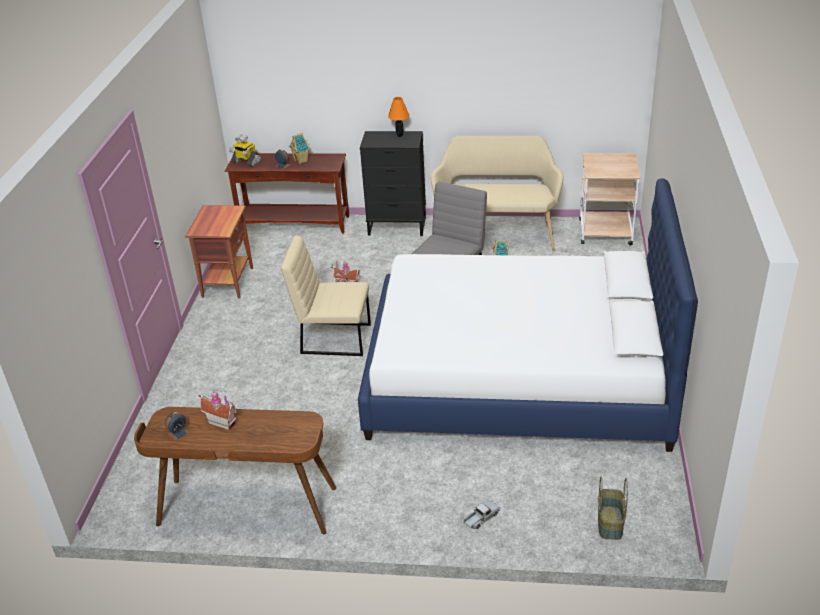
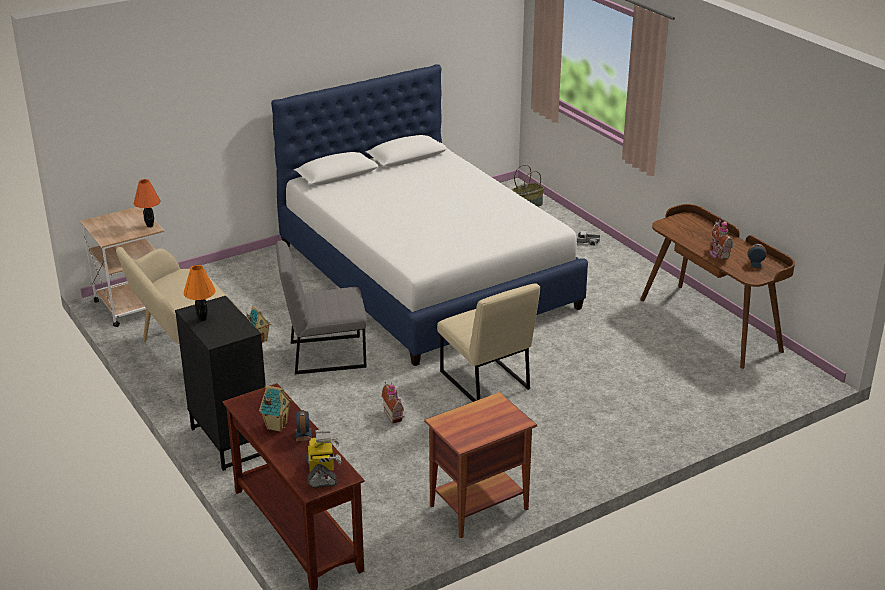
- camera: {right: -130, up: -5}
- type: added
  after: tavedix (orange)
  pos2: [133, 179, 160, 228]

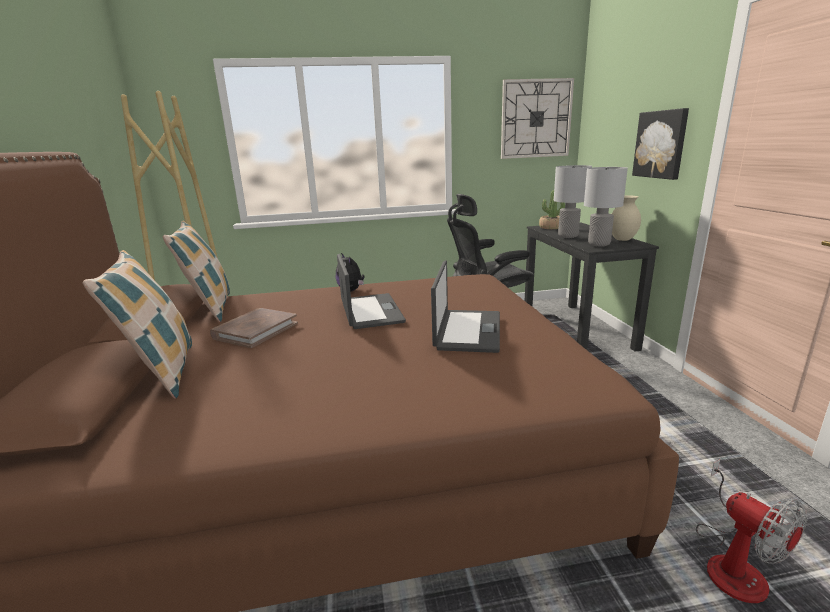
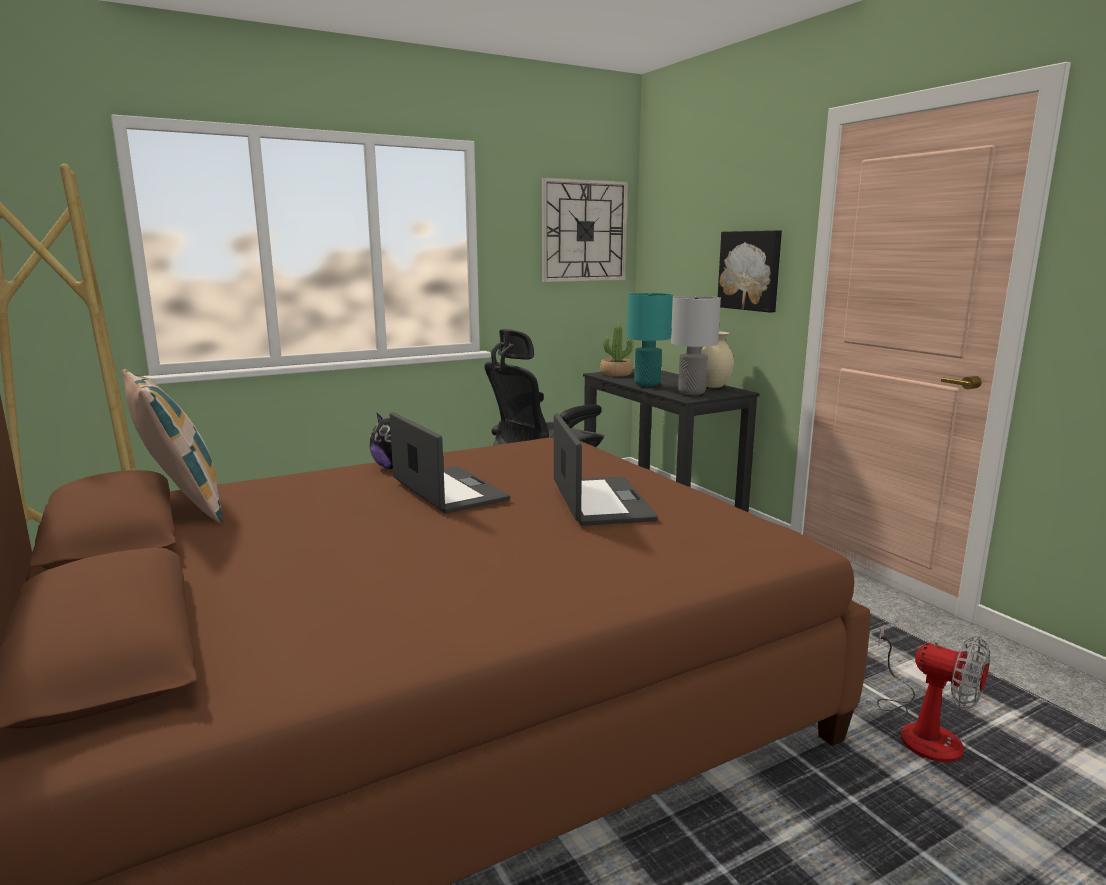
- camera: {right: -20, up: -5}
- type: recoloured
  before: tavedix (grey)
  after: tavedix (turquoise)
  pos1: [554, 165, 592, 238]
  pos2: [627, 293, 673, 387]
- type: removed
  before: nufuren
  pos1: [82, 250, 193, 399]
- type: removed
  before: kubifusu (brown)
  pos1: [210, 308, 298, 348]

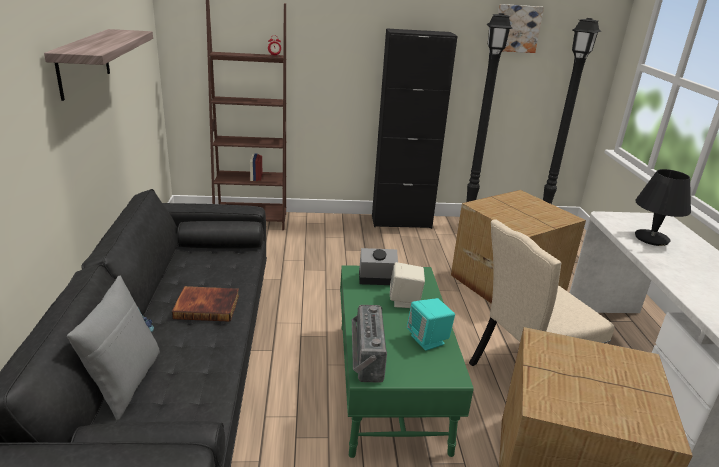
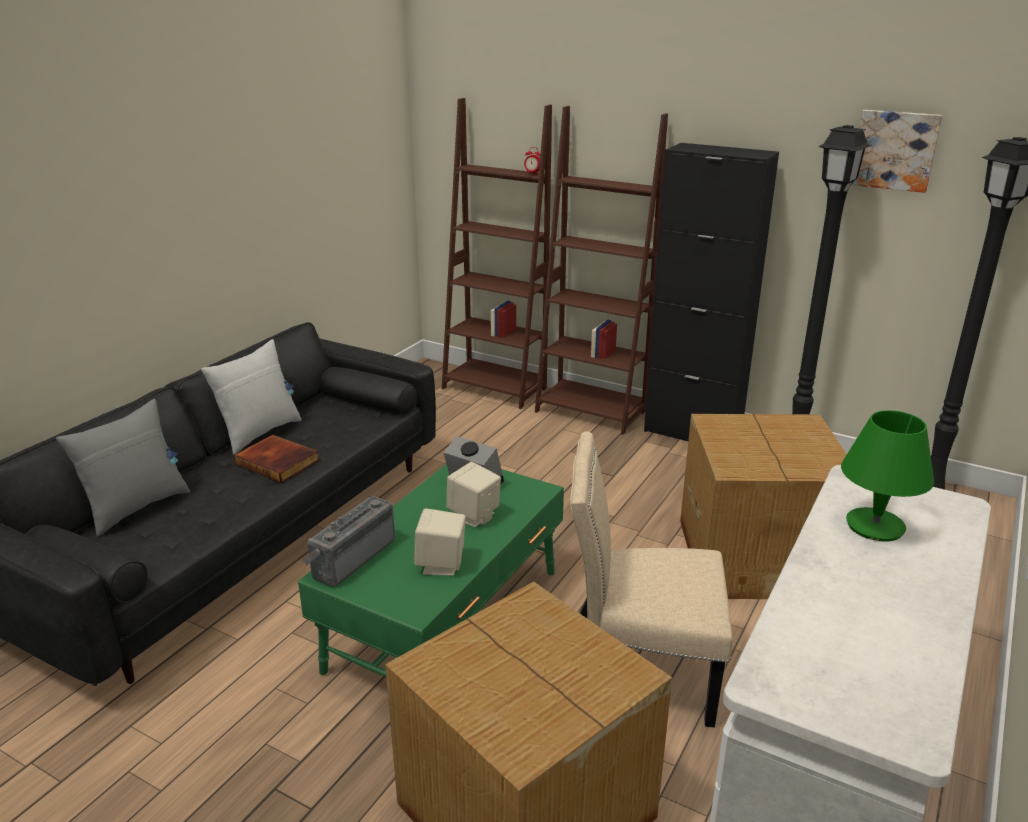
- camera: {right: 35, up: 0}
- type: added
  after: nufuren (grey)
  pos2: [201, 339, 302, 455]
- type: recoloured
  before: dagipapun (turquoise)
  after: dagipapun (beige)
  pos1: [407, 298, 455, 351]
  pos2: [414, 508, 466, 576]
- type: added
  after: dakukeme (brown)
  pos2: [535, 106, 668, 435]
- type: recoloured
  before: tavedix (black)
  after: tavedix (green)
  pos1: [635, 169, 691, 246]
  pos2: [841, 410, 934, 542]
- type: removed
  before: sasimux
  pos1: [44, 29, 153, 101]

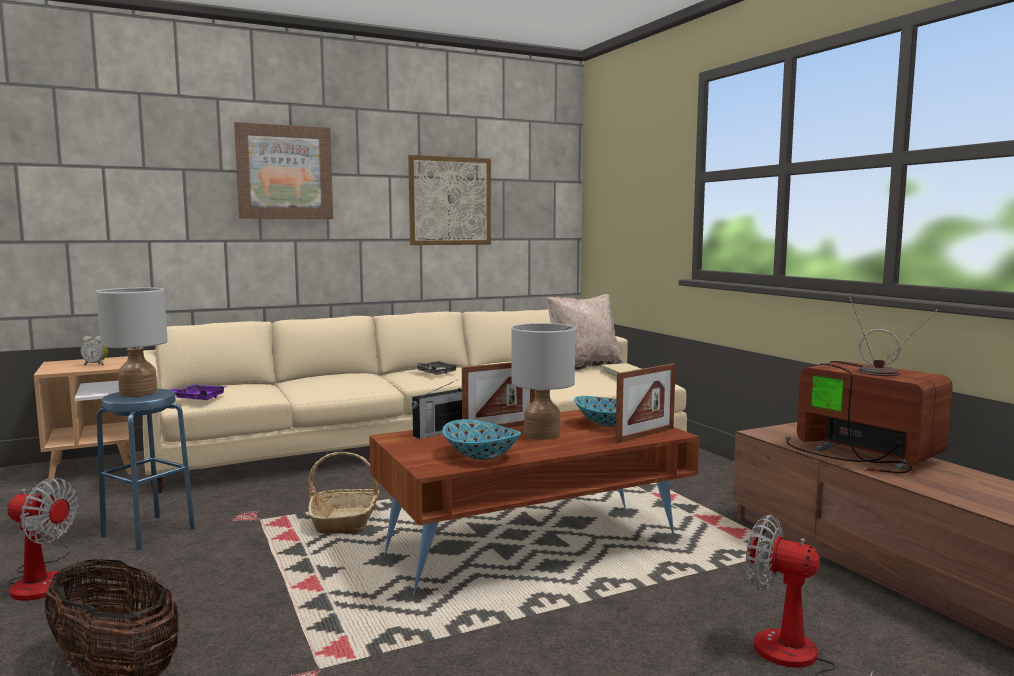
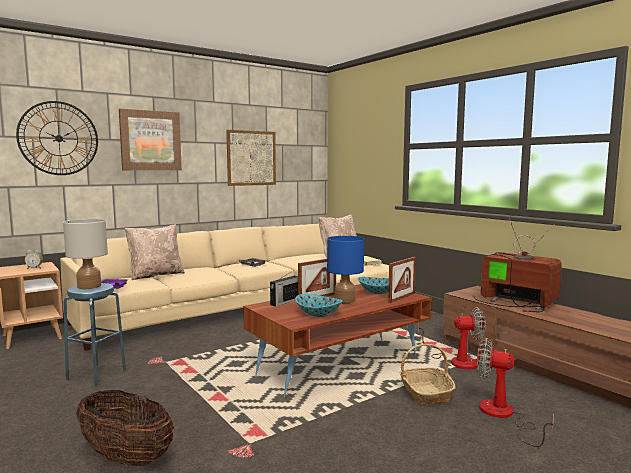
- camera: {right: -10, up: 0}
- type: added
  after: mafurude
  pos2: [16, 101, 98, 175]
- type: added
  after: nufuren (beige)
  pos2: [125, 225, 184, 280]
- type: recoloured
  before: tavedix (grey)
  after: tavedix (blue)
  pos1: [511, 323, 575, 440]
  pos2: [327, 236, 364, 304]
- type: moved
  before: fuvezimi
  pos1: [308, 452, 380, 533]
  pos2: [400, 344, 455, 405]
- type: moved
  before: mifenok
  pos1: [7, 478, 79, 601]
  pos2: [418, 307, 486, 370]

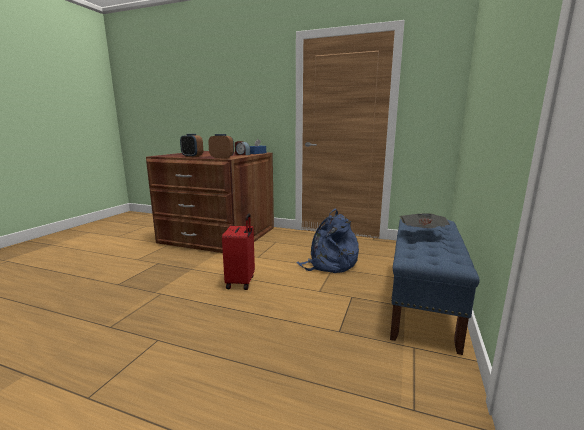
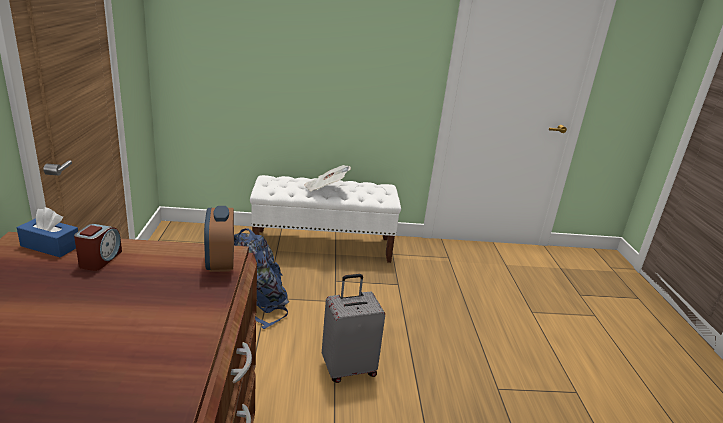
- camera: {right: -115, up: 10}
- type: recoloured
  before: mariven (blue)
  after: mariven (white)
  pos1: [390, 218, 480, 355]
  pos2: [250, 175, 401, 263]
- type: recoloured
  before: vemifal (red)
  after: vemifal (grey)
  pos1: [222, 214, 255, 290]
  pos2: [322, 274, 385, 383]
- type: removed
  before: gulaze
  pos1: [180, 134, 203, 157]

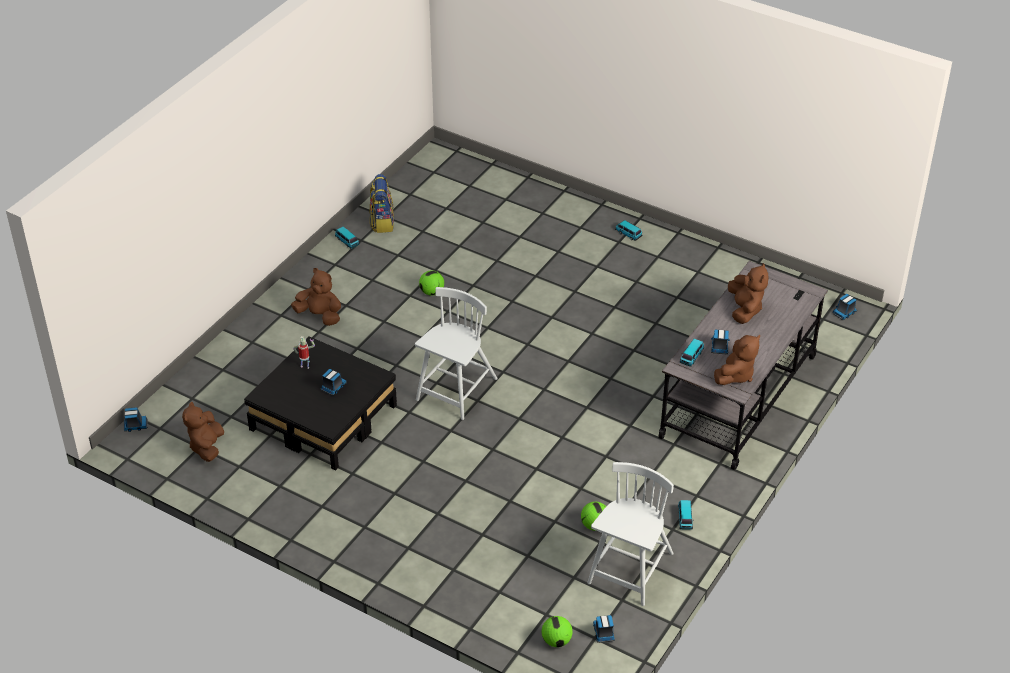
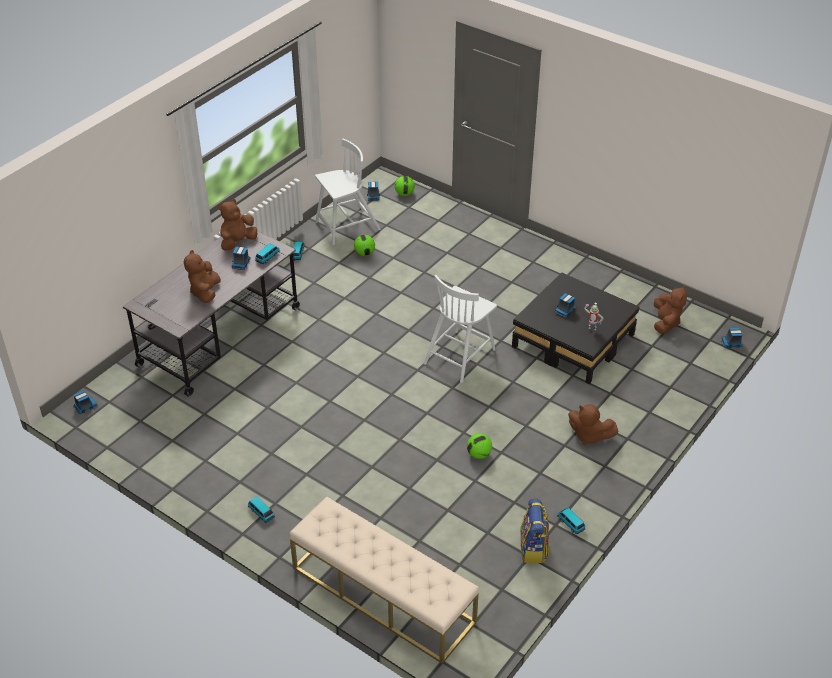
- camera: {right: -175, up: 0}
- type: added
  after: mariven (beige)
  pos2: [290, 496, 479, 664]
- type: turned
  before: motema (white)
  pos1: [587, 462, 674, 606]
  pos2: [315, 139, 381, 245]
  turn: -150

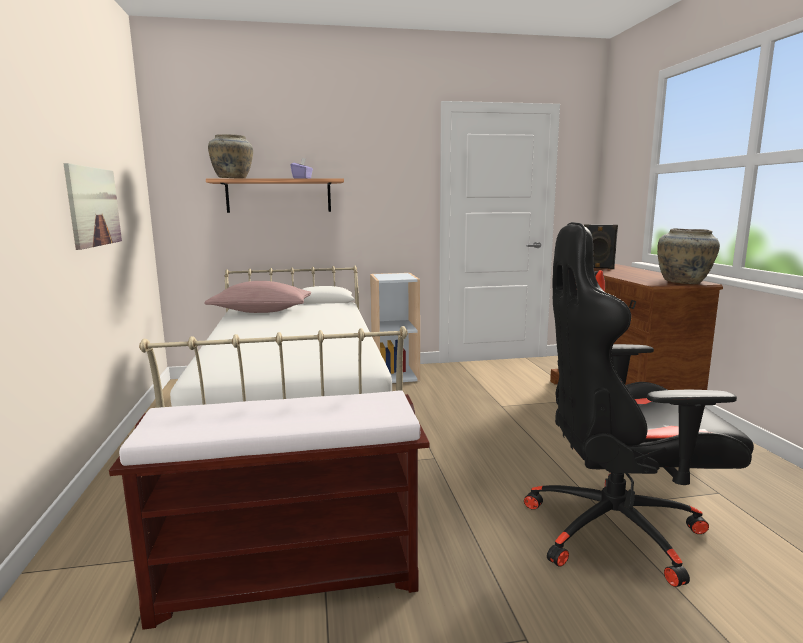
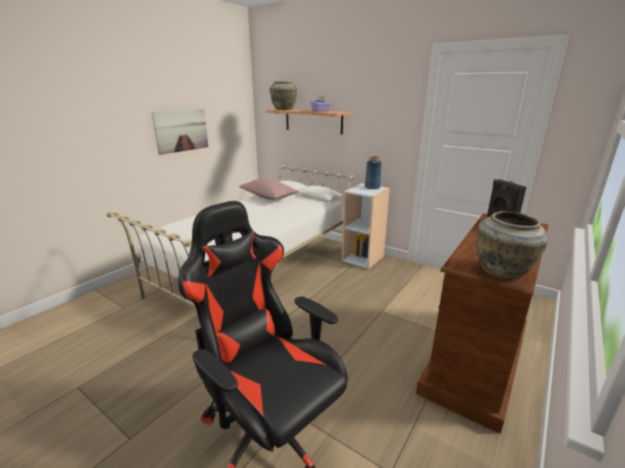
- camera: {right: 45, up: 10}
- type: added
  after: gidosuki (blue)
  pos2: [365, 156, 381, 189]
- type: removed
  before: mariven (brown)
  pos1: [109, 390, 430, 630]

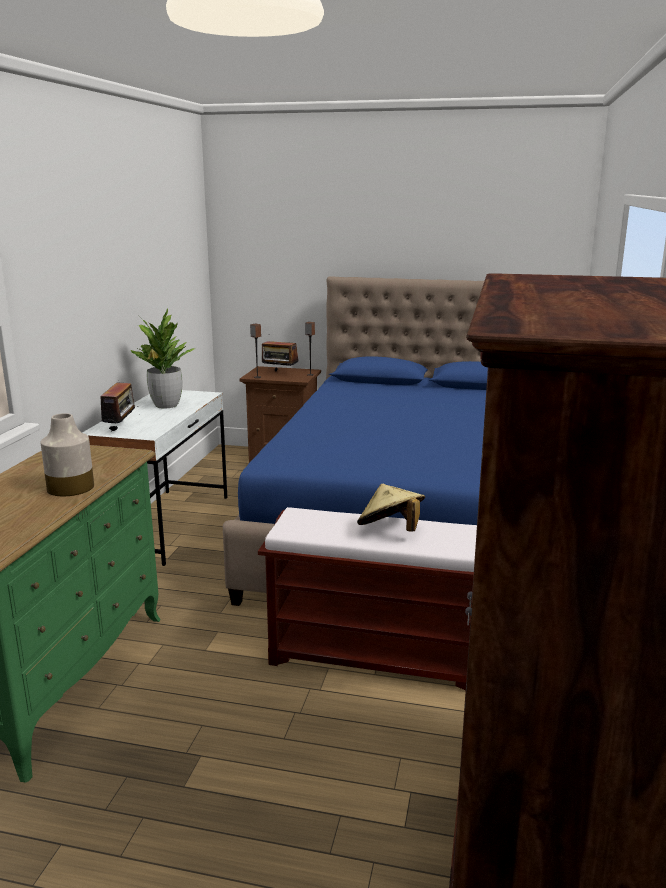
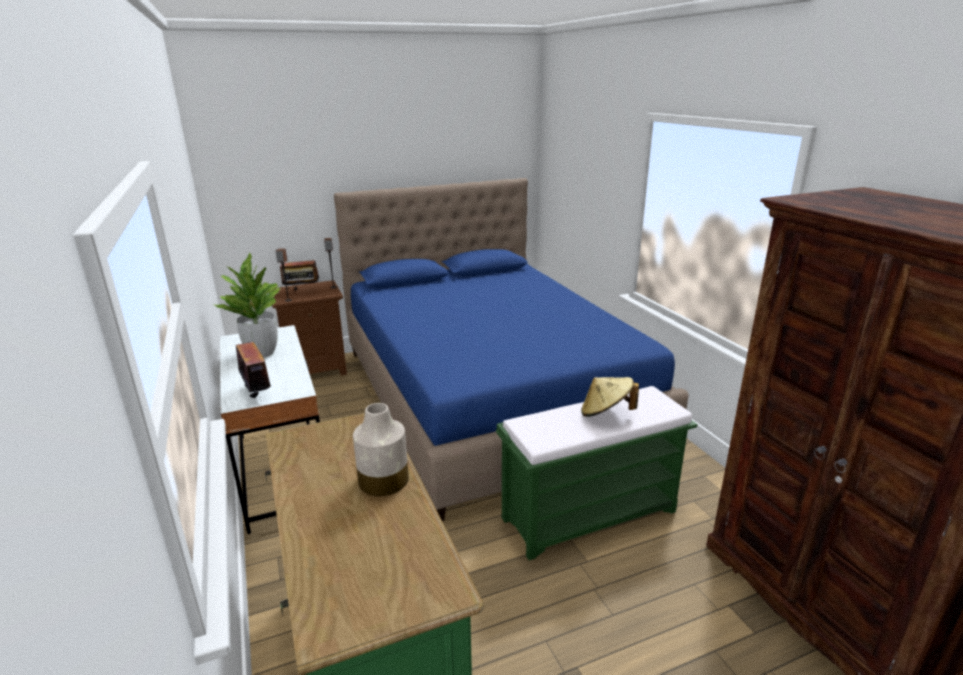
- camera: {right: -35, up: 5}
- type: recoloured
  before: mariven (brown)
  after: mariven (green)
  pos1: [258, 507, 477, 691]
  pos2: [496, 386, 697, 560]

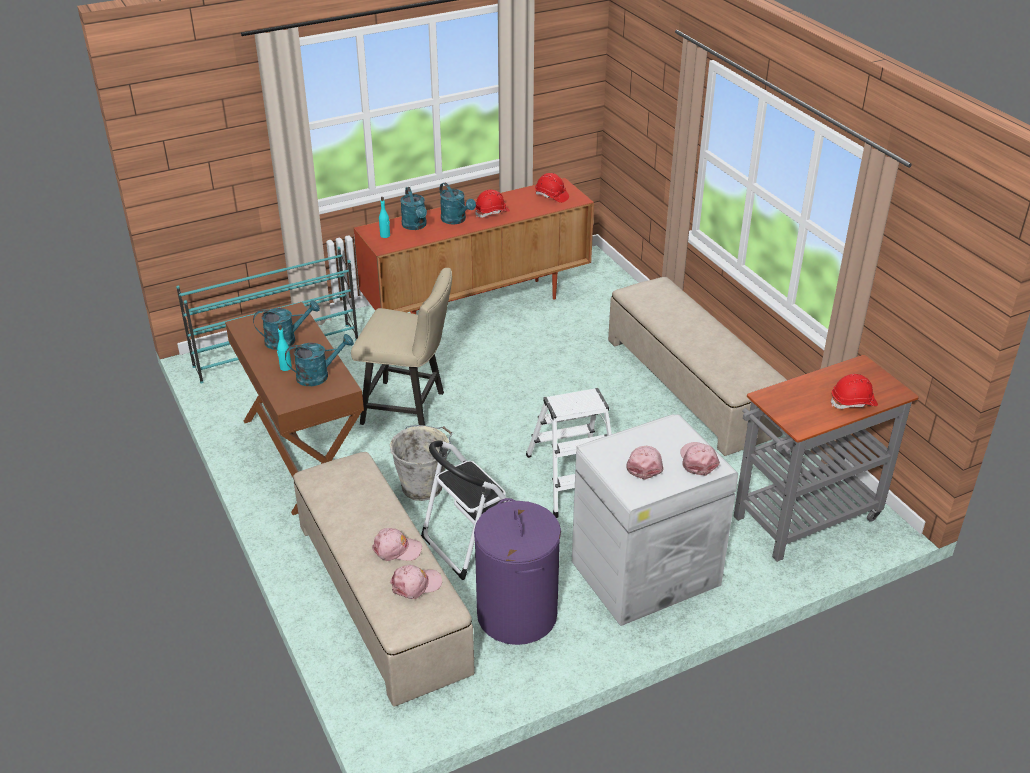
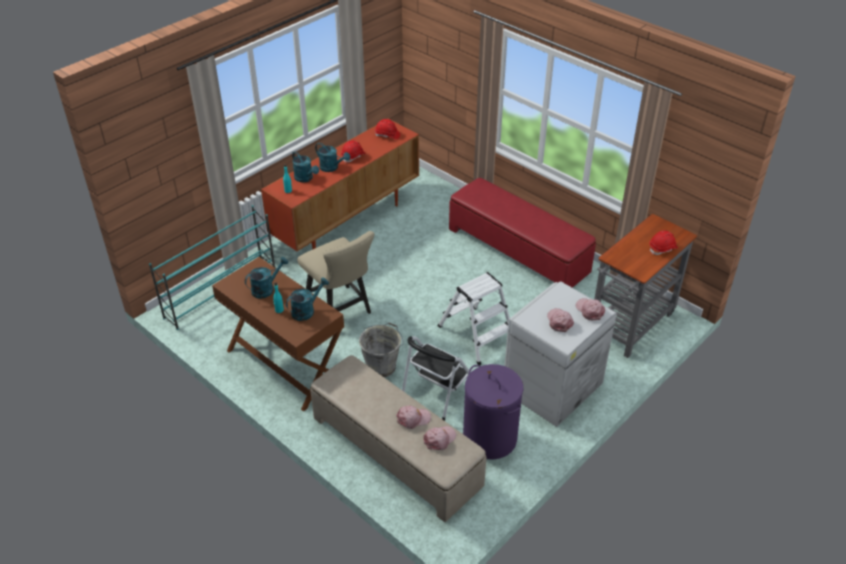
- camera: {right: -20, up: 5}
- type: turned
  before: motema (beige)
  pos1: [351, 268, 452, 425]
  pos2: [297, 231, 374, 314]
  turn: 60
- type: recoloured
  before: mariven (beige)
  after: mariven (red)
  pos1: [608, 277, 787, 456]
  pos2: [449, 178, 596, 288]

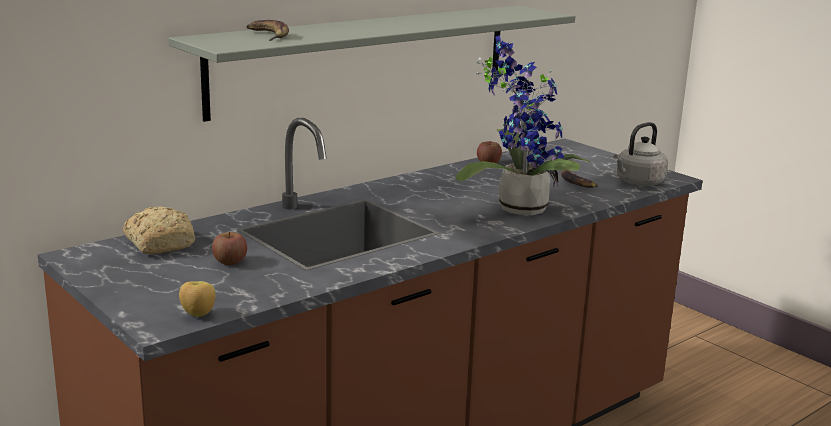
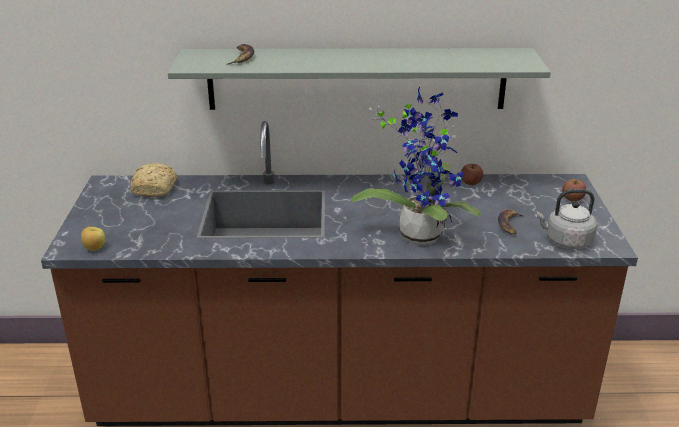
- camera: {right: 40, up: 10}
- type: moved
  before: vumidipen
  pos1: [212, 232, 247, 265]
  pos2: [562, 179, 586, 202]

